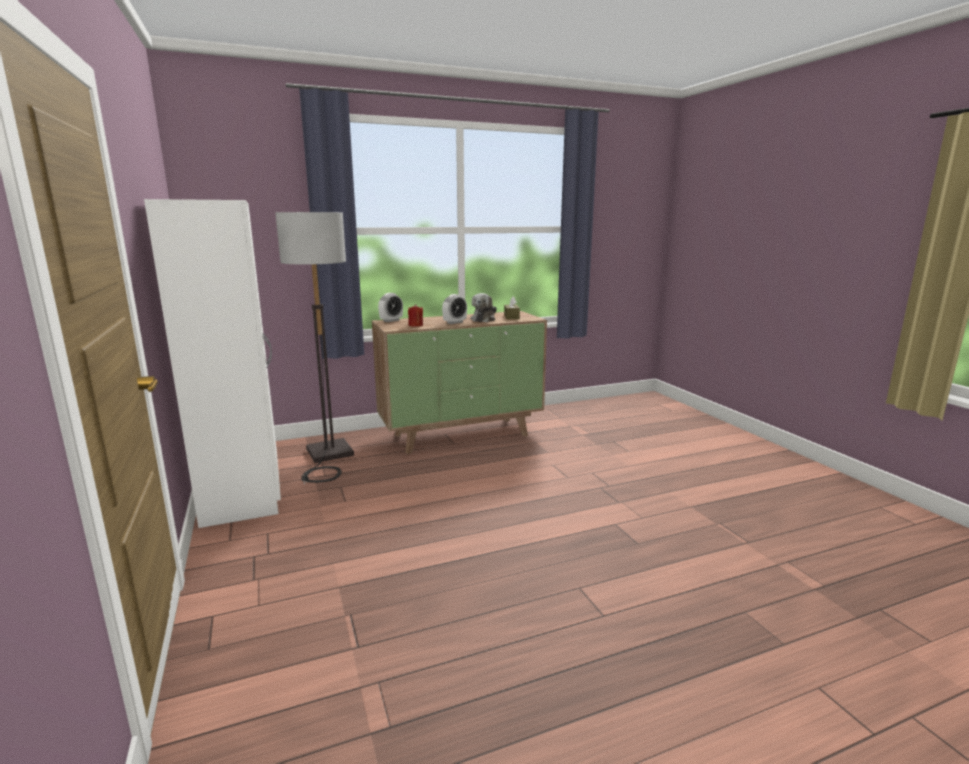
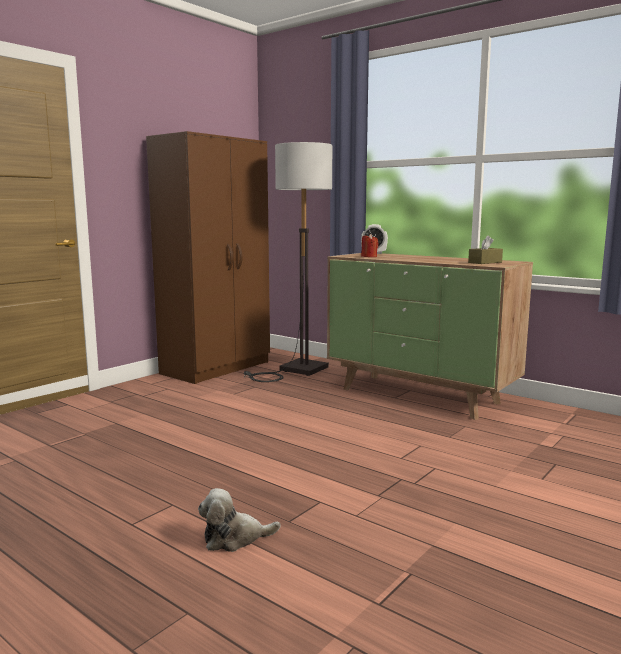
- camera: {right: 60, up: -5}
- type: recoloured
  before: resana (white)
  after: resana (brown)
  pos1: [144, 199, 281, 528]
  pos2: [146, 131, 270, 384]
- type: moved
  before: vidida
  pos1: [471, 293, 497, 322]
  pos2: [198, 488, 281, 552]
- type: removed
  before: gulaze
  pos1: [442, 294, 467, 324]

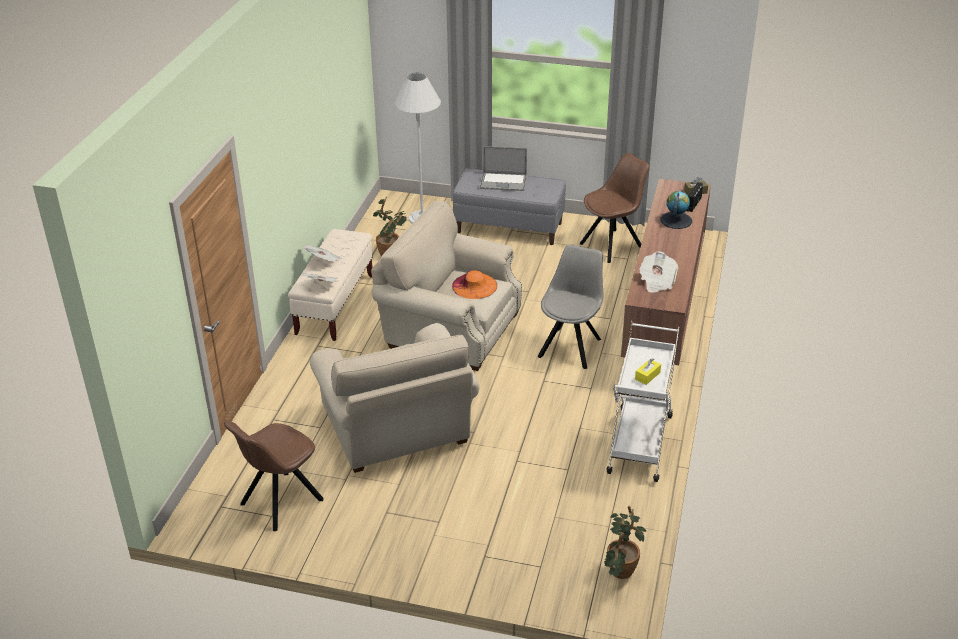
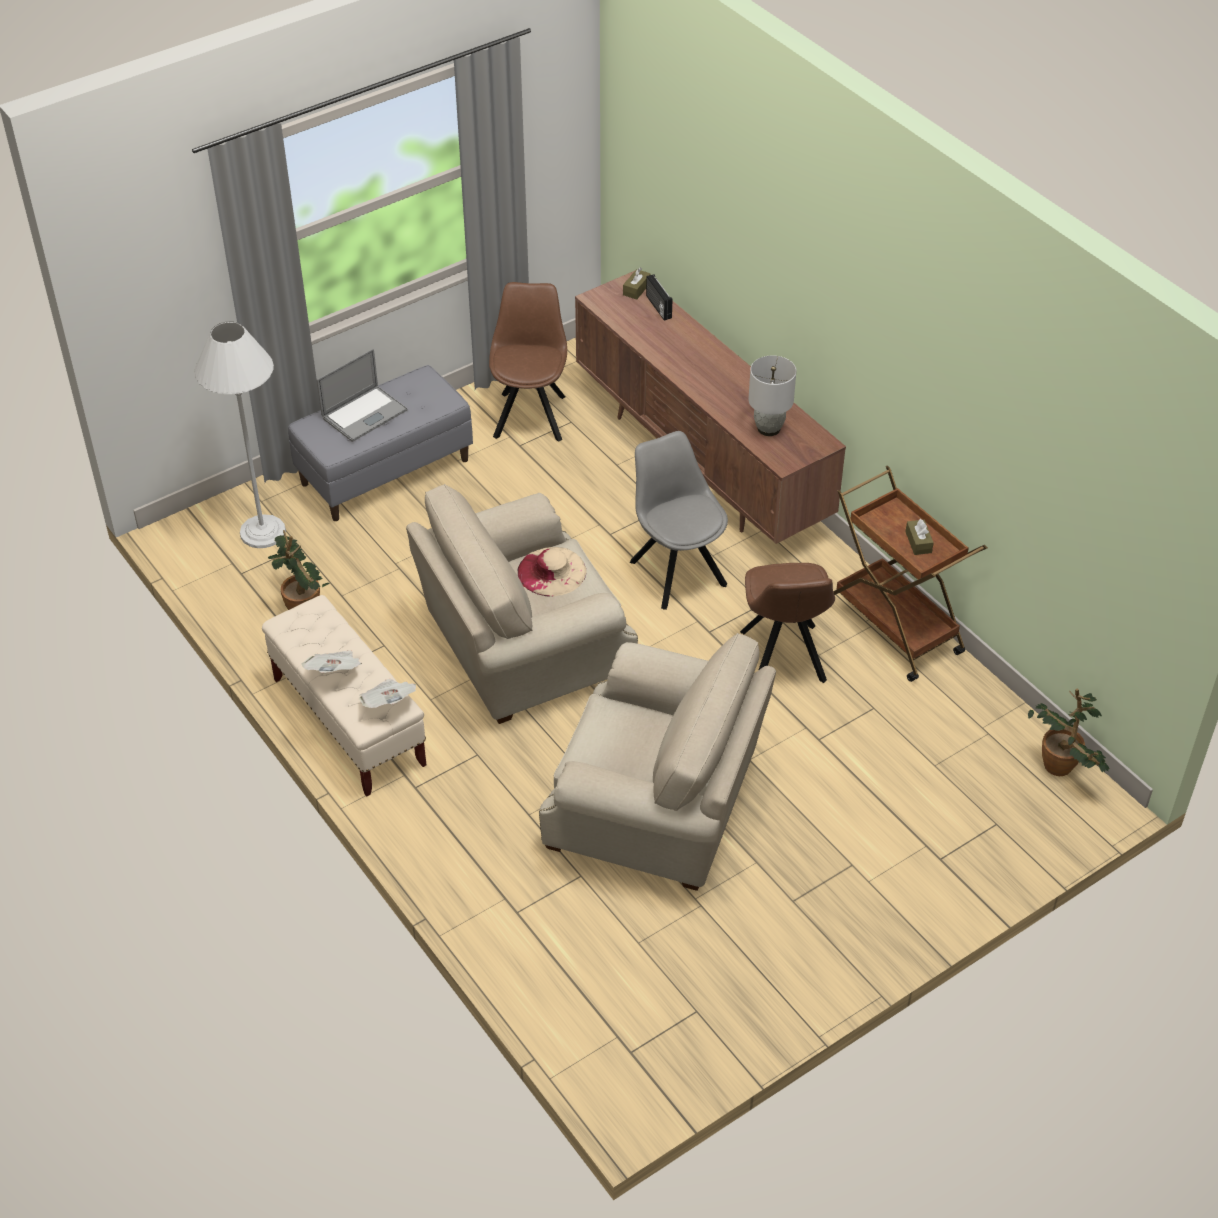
- camera: {right: -50, up: 10}
- type: recoloured
  before: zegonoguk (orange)
  after: zegonoguk (beige)
  pos1: [452, 270, 497, 299]
  pos2: [518, 547, 587, 597]
- type: moved
  before: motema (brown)
  pos1: [224, 420, 323, 531]
  pos2: [740, 563, 835, 683]
- type: replaced
  before: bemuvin
  after: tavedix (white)
  pos1: [639, 251, 678, 293]
  pos2: [748, 355, 796, 436]
- type: recoloured
  before: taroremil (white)
  after: taroremil (brown)
  pos1: [606, 320, 680, 482]
  pos2: [833, 466, 988, 682]
- type: recoloured
  before: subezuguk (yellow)
  after: subezuguk (brown)
  pos1: [635, 358, 661, 385]
  pos2: [906, 519, 934, 555]
- type: removed
  before: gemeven
  pos1: [661, 191, 692, 229]

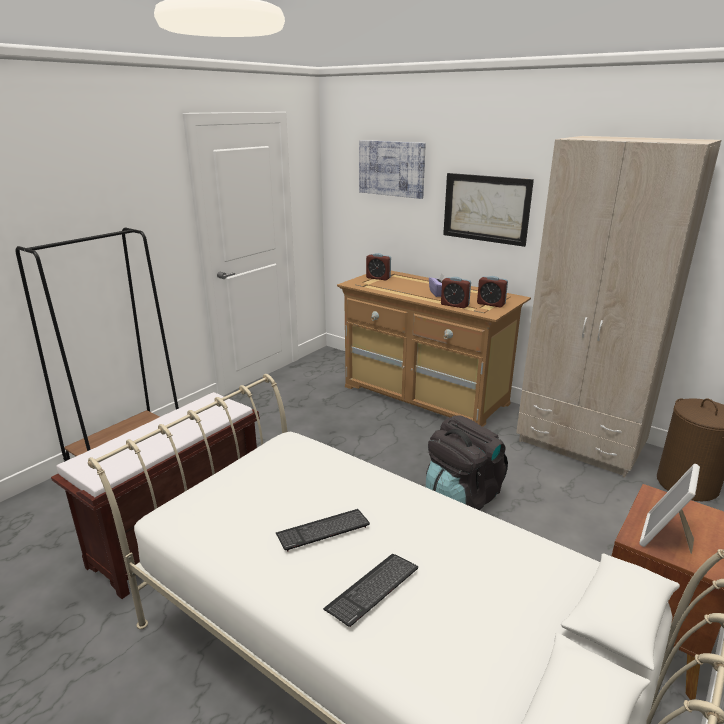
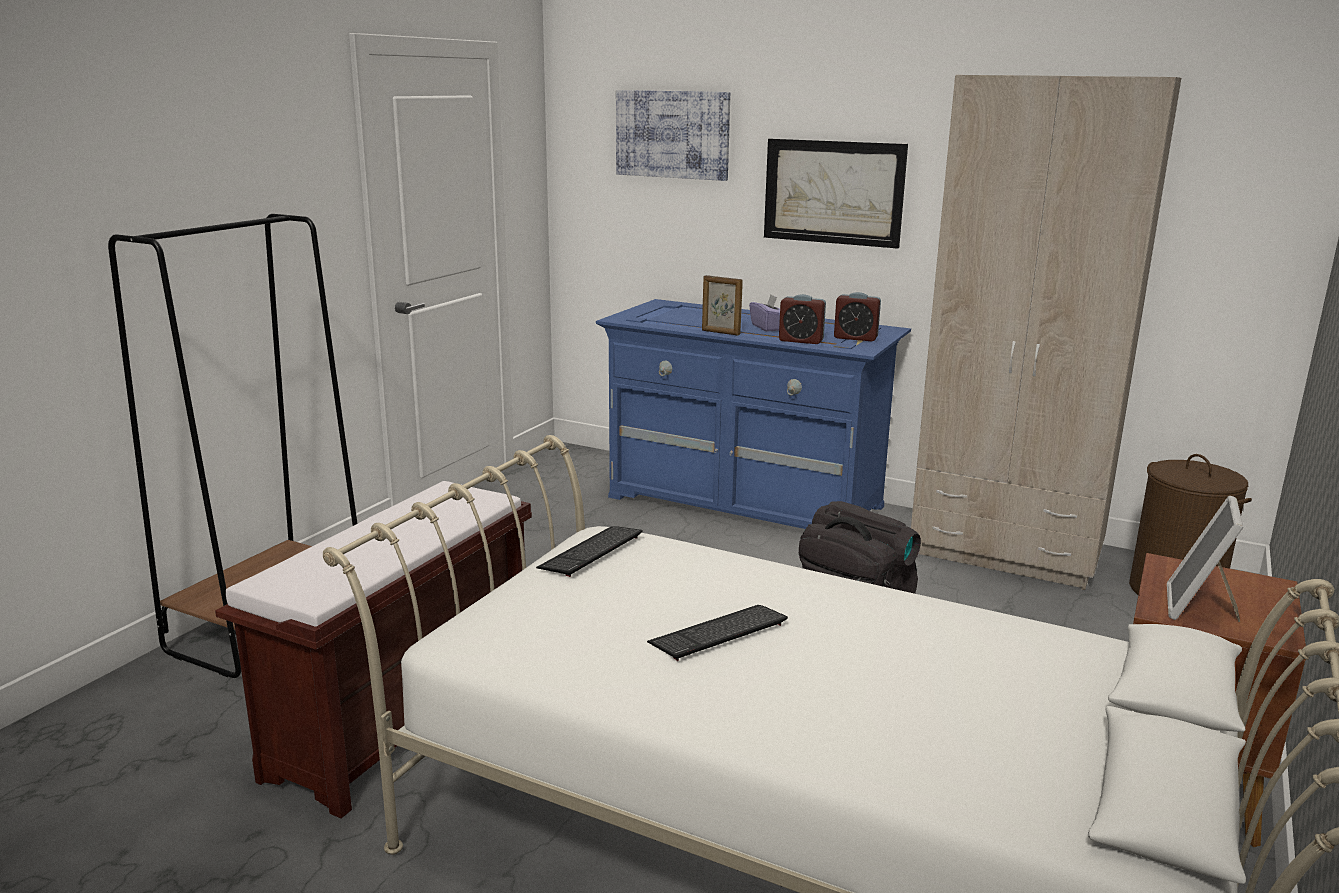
- camera: {right: -10, up: -5}
- type: moved
  before: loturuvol
  pos1: [323, 554, 418, 627]
  pos2: [536, 526, 642, 577]
- type: recoloured
  before: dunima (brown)
  after: dunima (blue)
  pos1: [337, 271, 531, 427]
  pos2: [596, 299, 911, 529]
- type: added
  after: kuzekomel
  pos2: [702, 275, 743, 336]
- type: removed
  before: gulaze
  pos1: [366, 253, 391, 281]

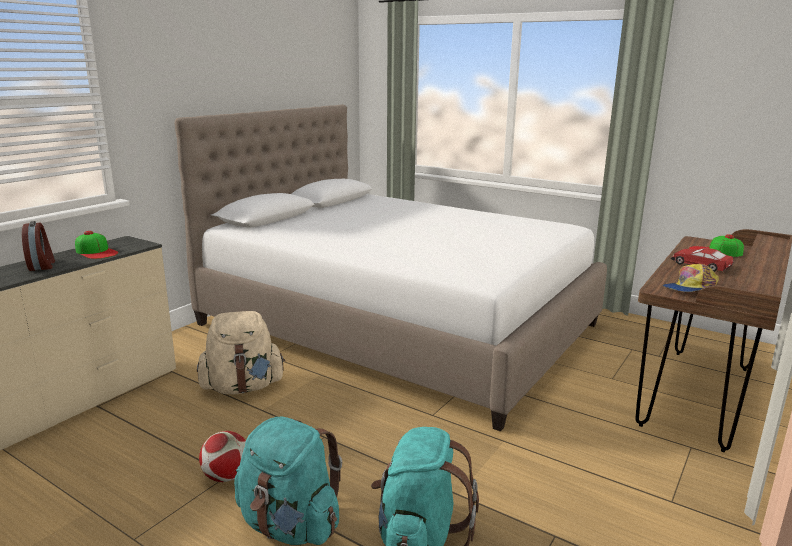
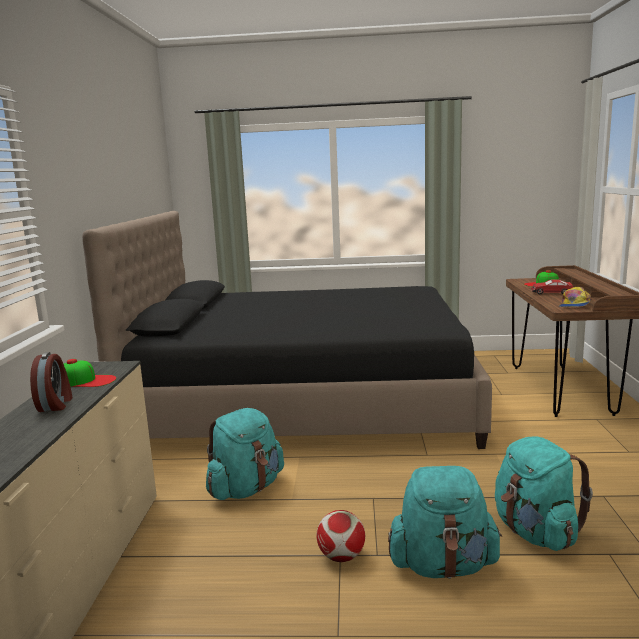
- camera: {right: -30, up: -5}
- type: turned
  before: gulaze
  pos1: [22, 221, 55, 271]
  pos2: [30, 352, 73, 412]
  turn: 45
- type: recoloured
  before: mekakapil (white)
  after: mekakapil (black)
  pos1: [175, 105, 607, 432]
  pos2: [82, 211, 492, 449]
- type: recoloured
  before: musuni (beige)
  after: musuni (turquoise)
  pos1: [197, 311, 285, 394]
  pos2: [206, 408, 284, 500]

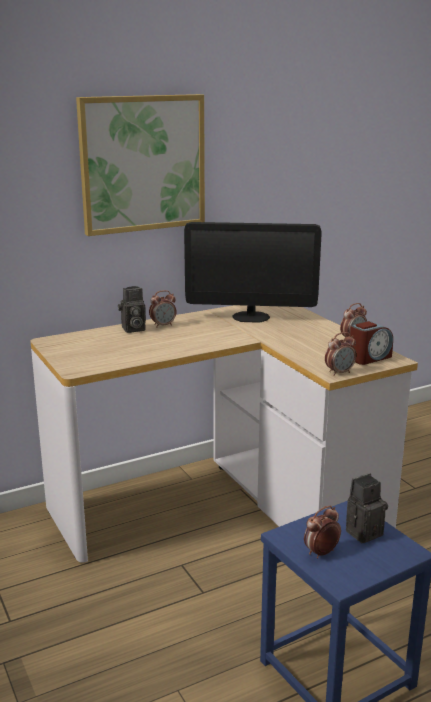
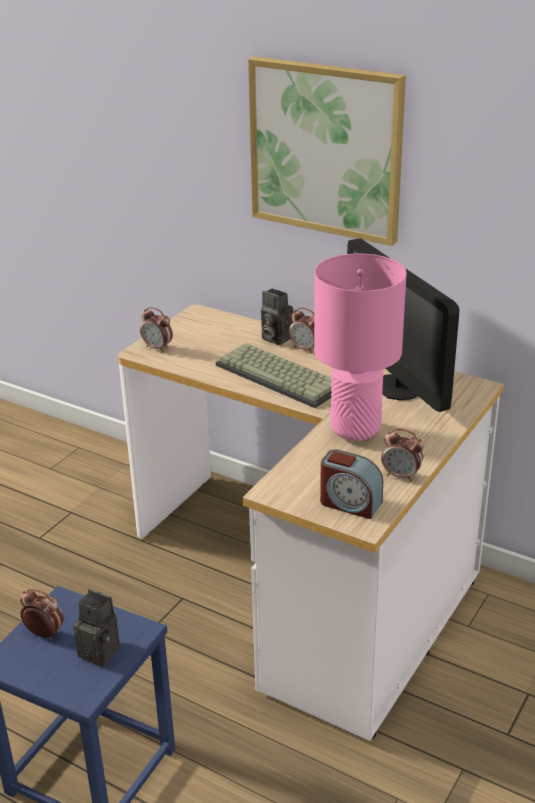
- camera: {right: 60, up: 10}
- type: moved
  before: gulaze
  pos1: [325, 332, 356, 376]
  pos2: [140, 307, 173, 352]
- type: added
  after: loturuvol
  pos2: [216, 343, 332, 408]
- type: added
  after: tavedix (pink)
  pos2: [314, 254, 407, 441]

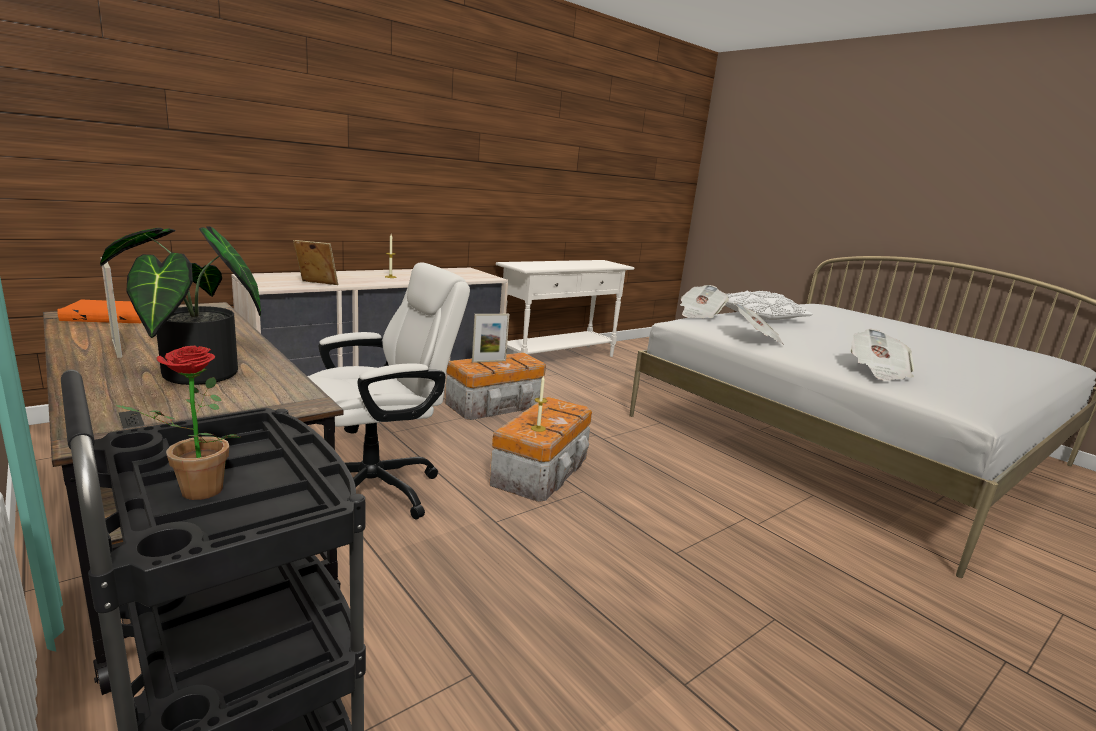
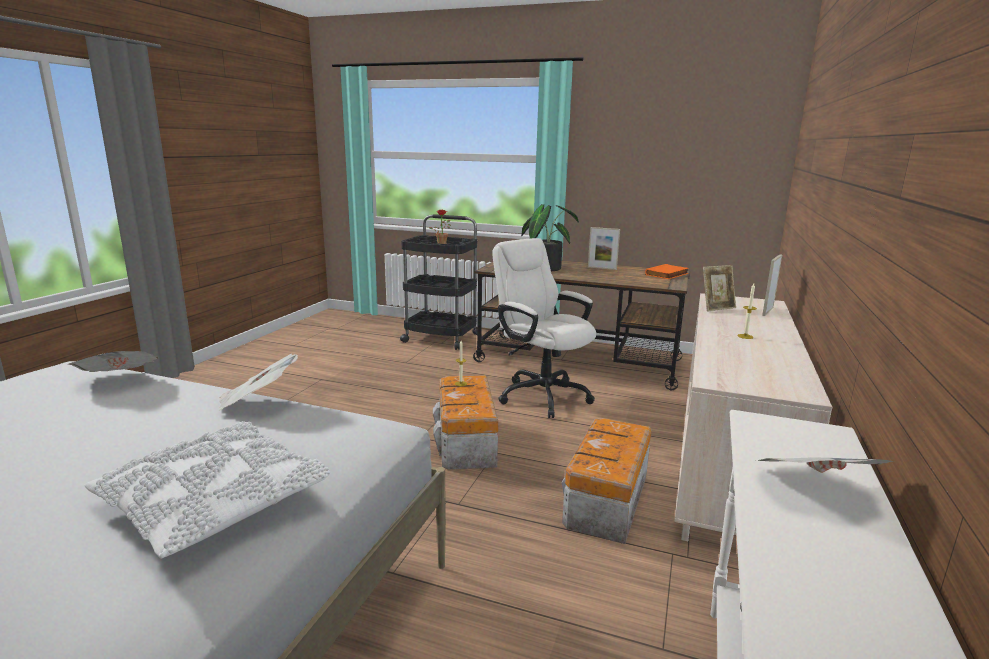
- camera: {right: 150, up: 0}
- type: turned
  before: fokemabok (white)
  pos1: [307, 262, 470, 519]
  pos2: [492, 238, 596, 418]
  turn: 120
- type: moved
  before: bemuvin
  pos1: [680, 285, 729, 318]
  pos2: [756, 458, 894, 473]
- type: moved
  before: kuzekomel
  pos1: [472, 314, 509, 363]
  pos2: [762, 254, 782, 316]

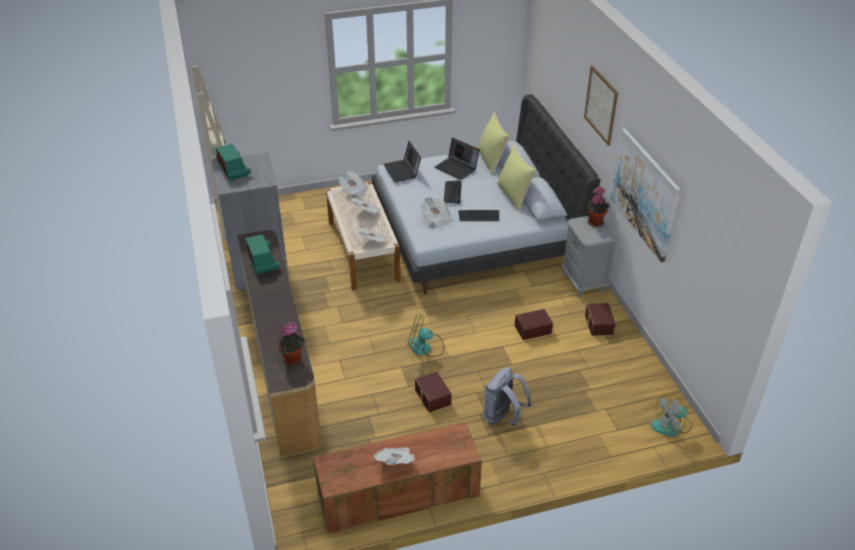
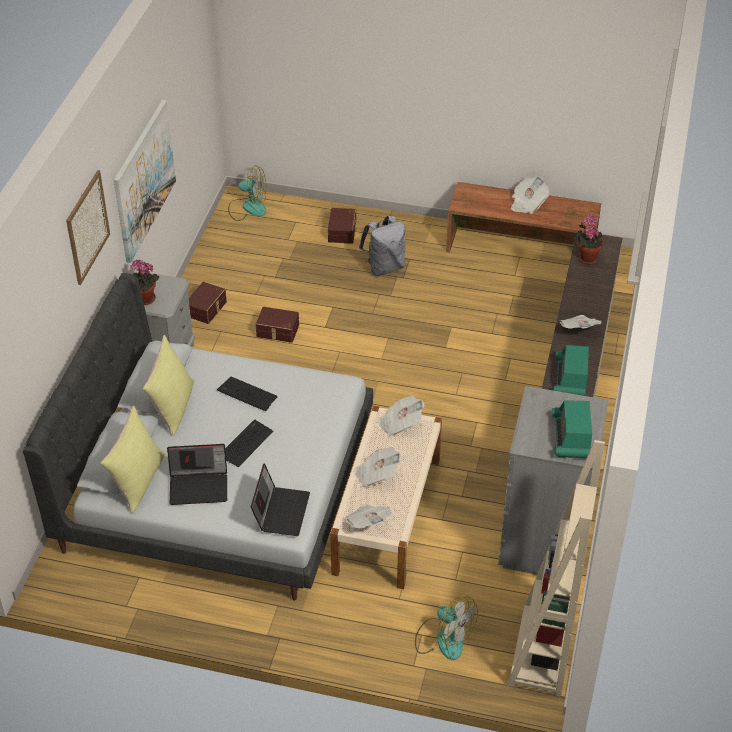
- camera: {right: -150, up: 5}
- type: turned
  before: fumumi
  pos1: [435, 138, 480, 180]
  pos2: [167, 444, 227, 505]
  turn: 105
- type: moved
  before: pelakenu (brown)
  pos1: [415, 372, 452, 412]
  pos2: [328, 208, 357, 244]
- type: moved
  before: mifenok
  pos1: [407, 314, 444, 357]
  pos2: [415, 596, 478, 660]
- type: moved
  before: bemuvin
  pos1: [421, 197, 452, 228]
  pos2: [560, 315, 601, 329]

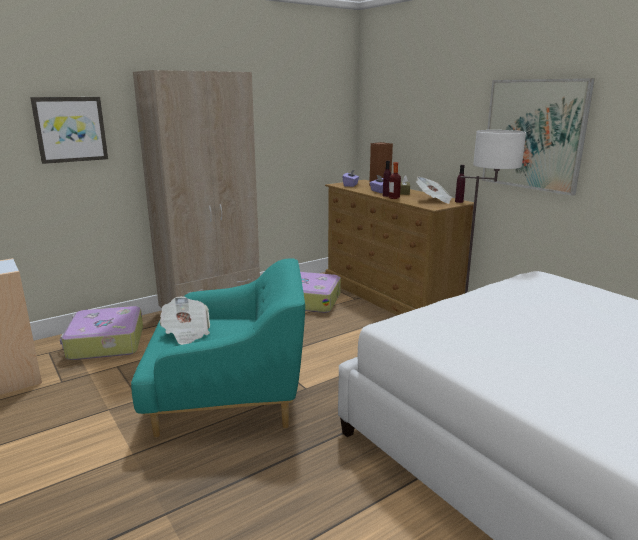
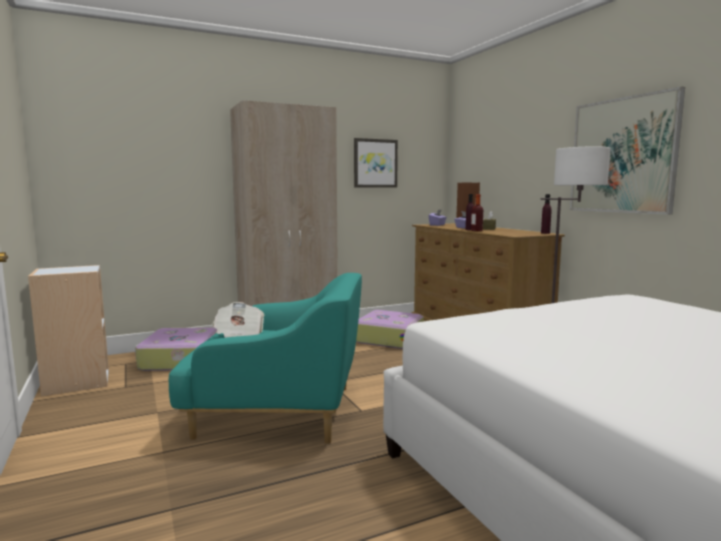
- camera: {right: 10, up: -10}
- type: moved
  before: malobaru
  pos1: [30, 97, 108, 164]
  pos2: [354, 138, 398, 188]
- type: removed
  before: bemuvin
  pos1: [416, 177, 452, 204]

